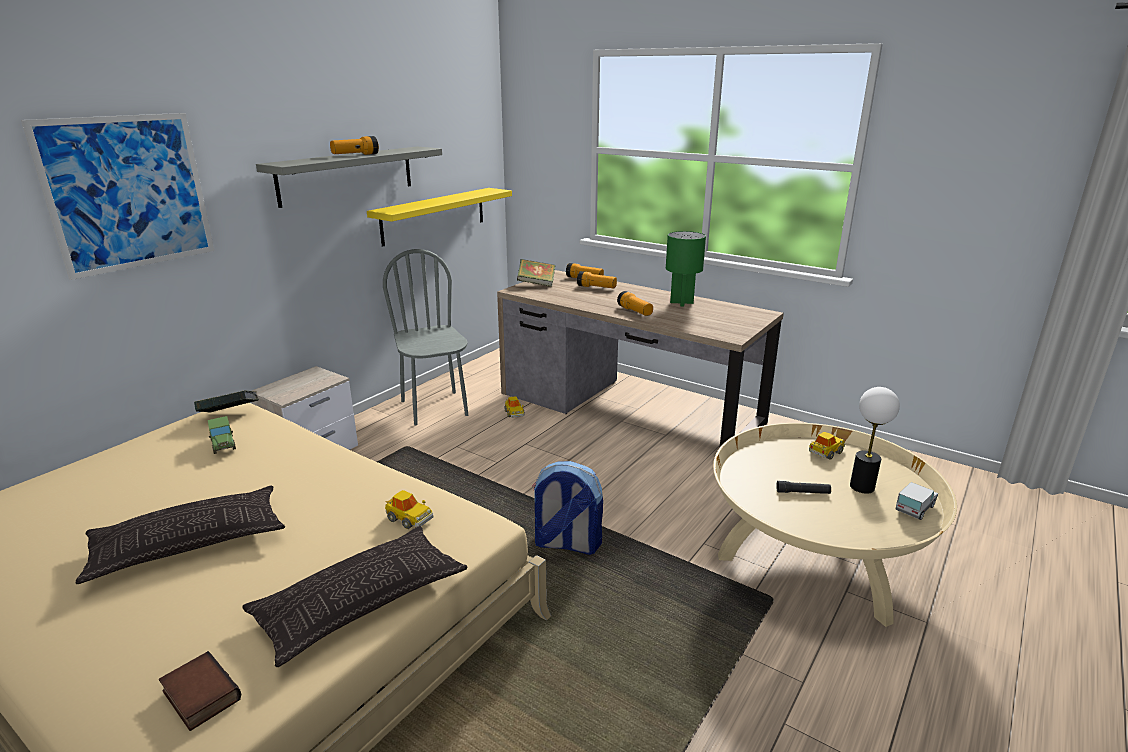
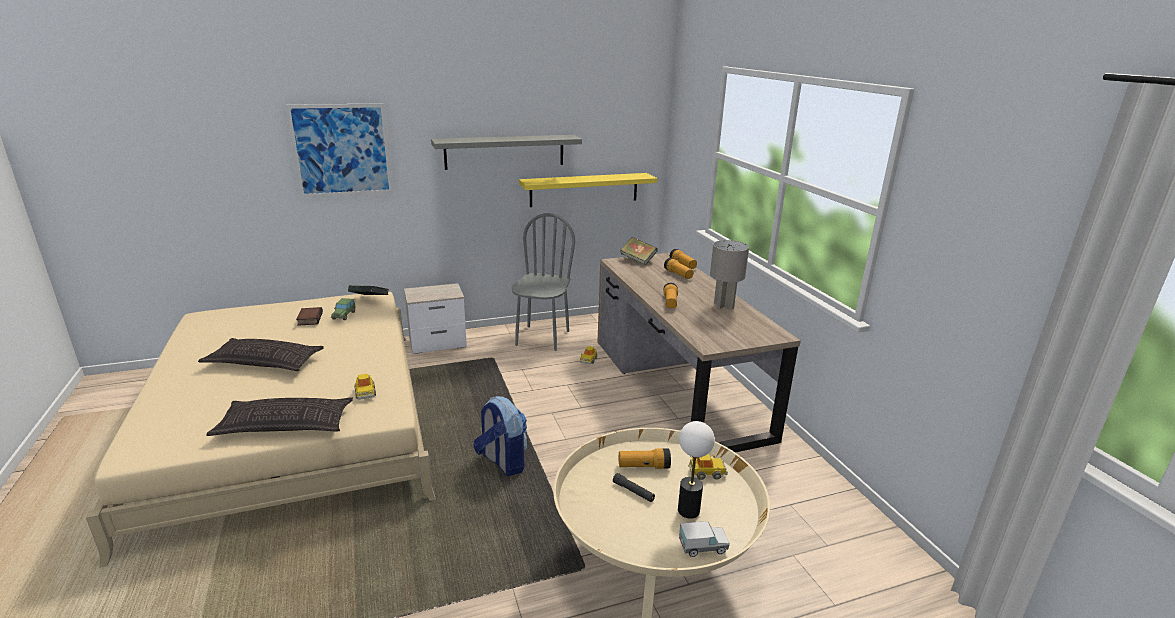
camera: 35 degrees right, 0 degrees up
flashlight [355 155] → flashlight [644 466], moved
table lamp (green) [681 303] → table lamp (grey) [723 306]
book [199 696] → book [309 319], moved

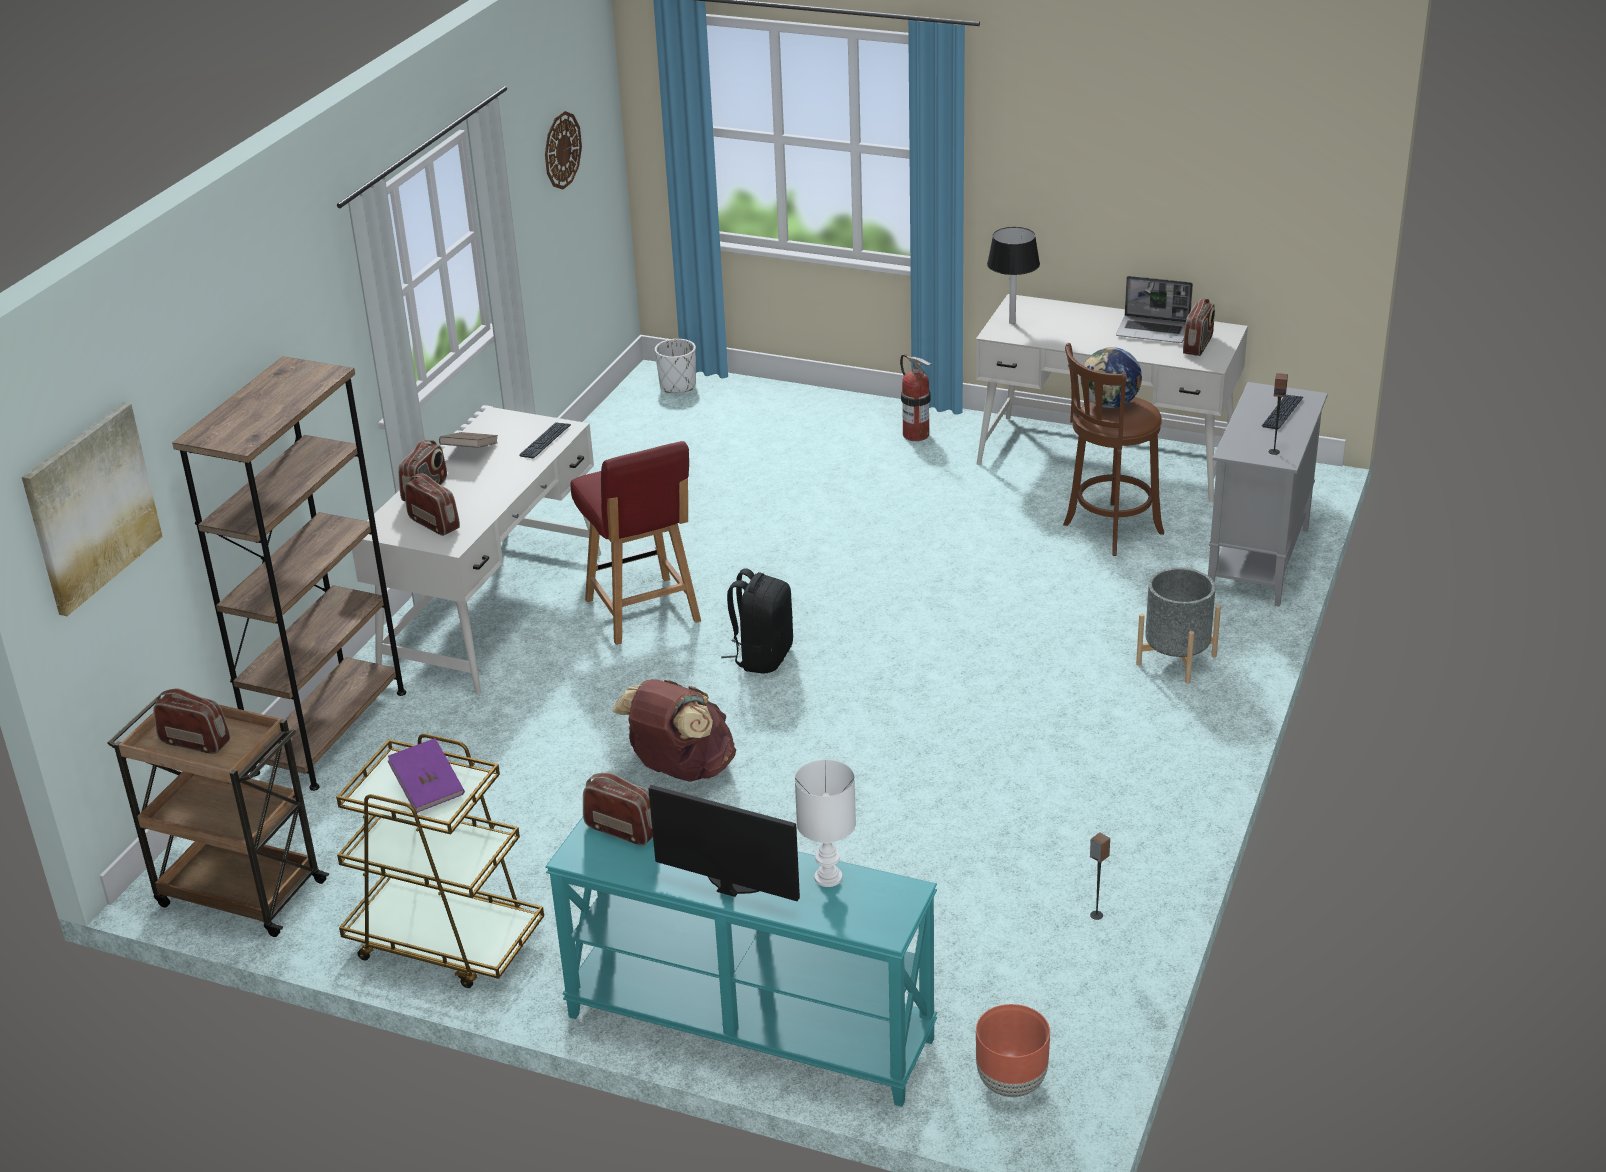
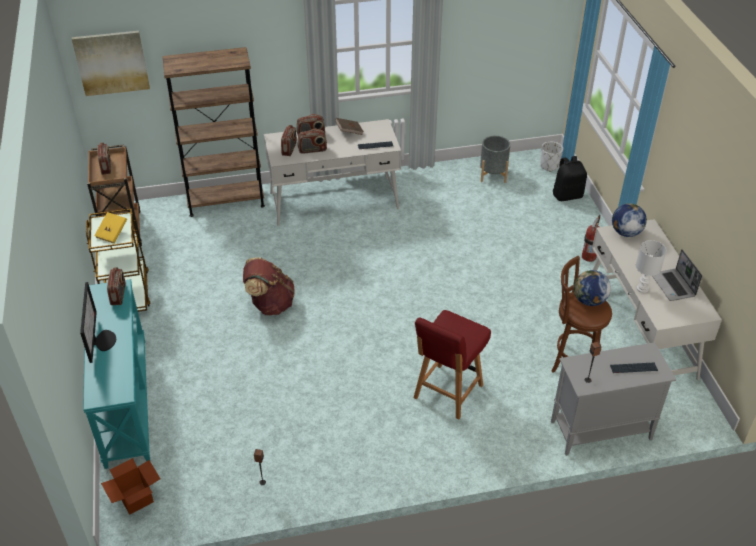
camera: 55 degrees right, 10 degrees up
wall clock [562 150] → -
table lamp (black) [1012 322] → globe [625 232]
radio [1198 345] → radio [312 150], moved
chair (red) [643 612] → chair (red) [447 392], moved
backpack (black) [762 657] → backpack (black) [567 195], moved
planter (grey) [1176 660] → planter (grey) [493 174], moved
book (purple) [428 789] → book (yellow) [112 233]
table lamp (white) [827 878] → table lamp (white) [642 288], moved
planter (brown) [1011 1083] → cardboard box [136 498]

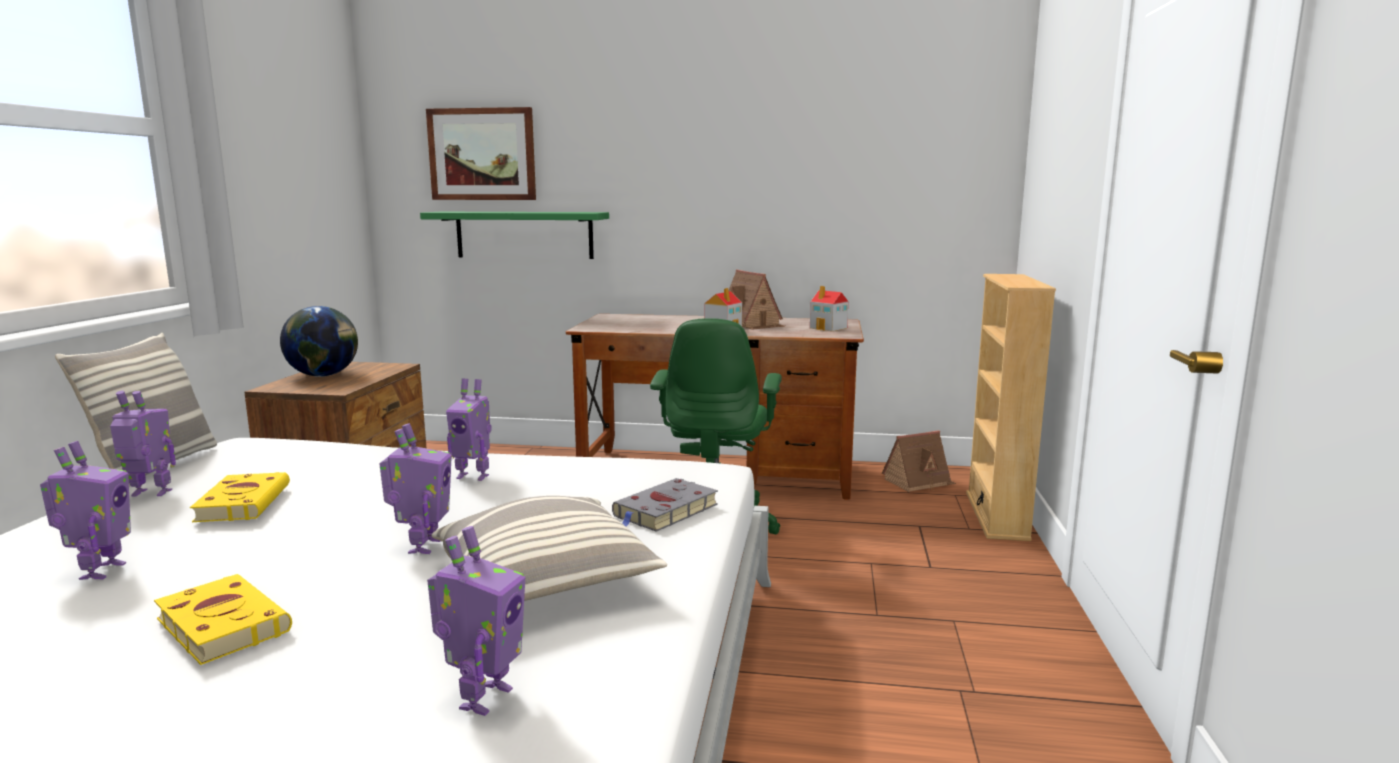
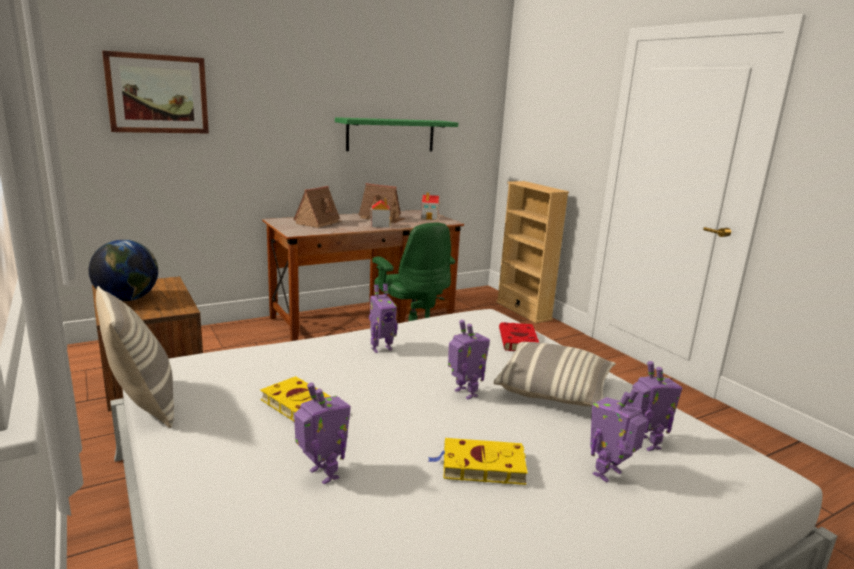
camera: 40 degrees left, 5 degrees up
shelf (green) [524 235] → shelf (green) [391 135], moved
toy robot [150 493] → toy robot [608 474], moved
toy house [918 482] → toy house [318 223], moved
book (grey) [664 512] → book (red) [518 342]

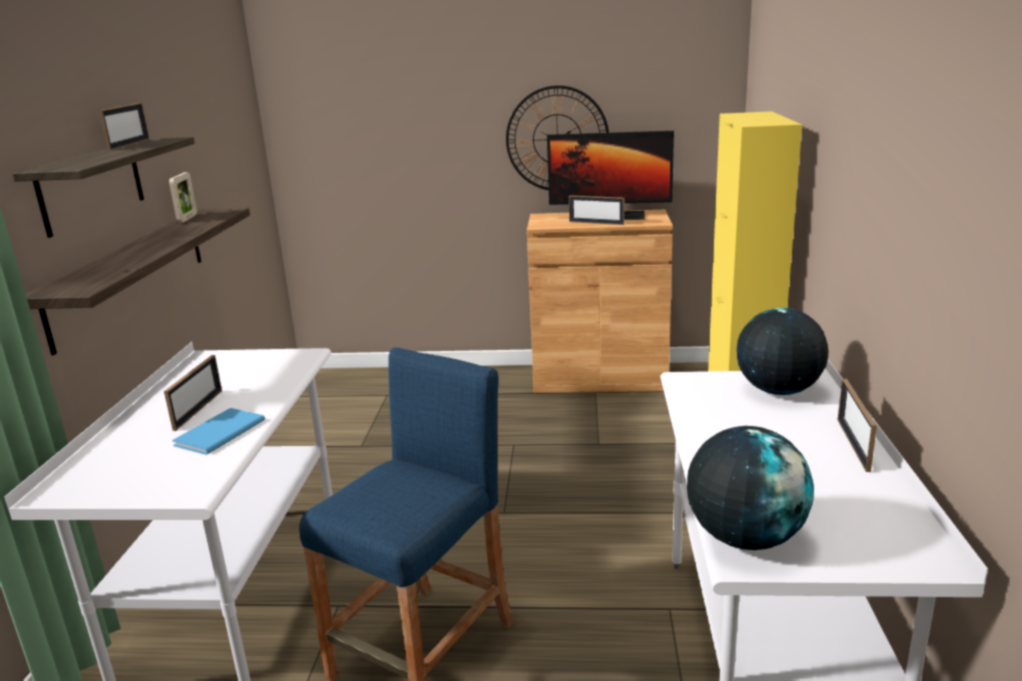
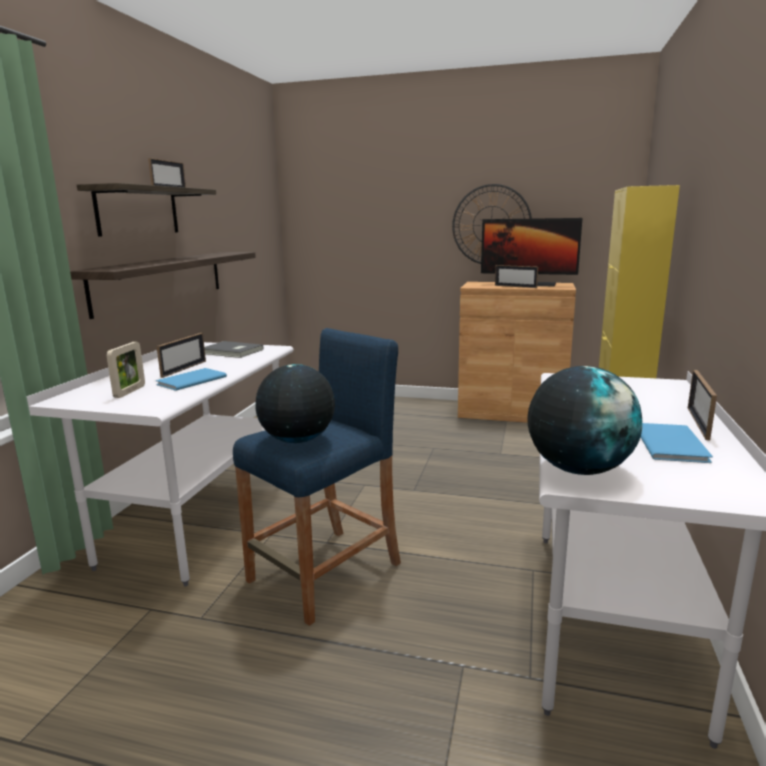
camera: 10 degrees right, 5 degrees down
picture frame [187 218] → picture frame [130 391], moved
globe [778 391] → globe [297 440], moved
- → book (grey) [231 352]
- → book (blue) [672 443]

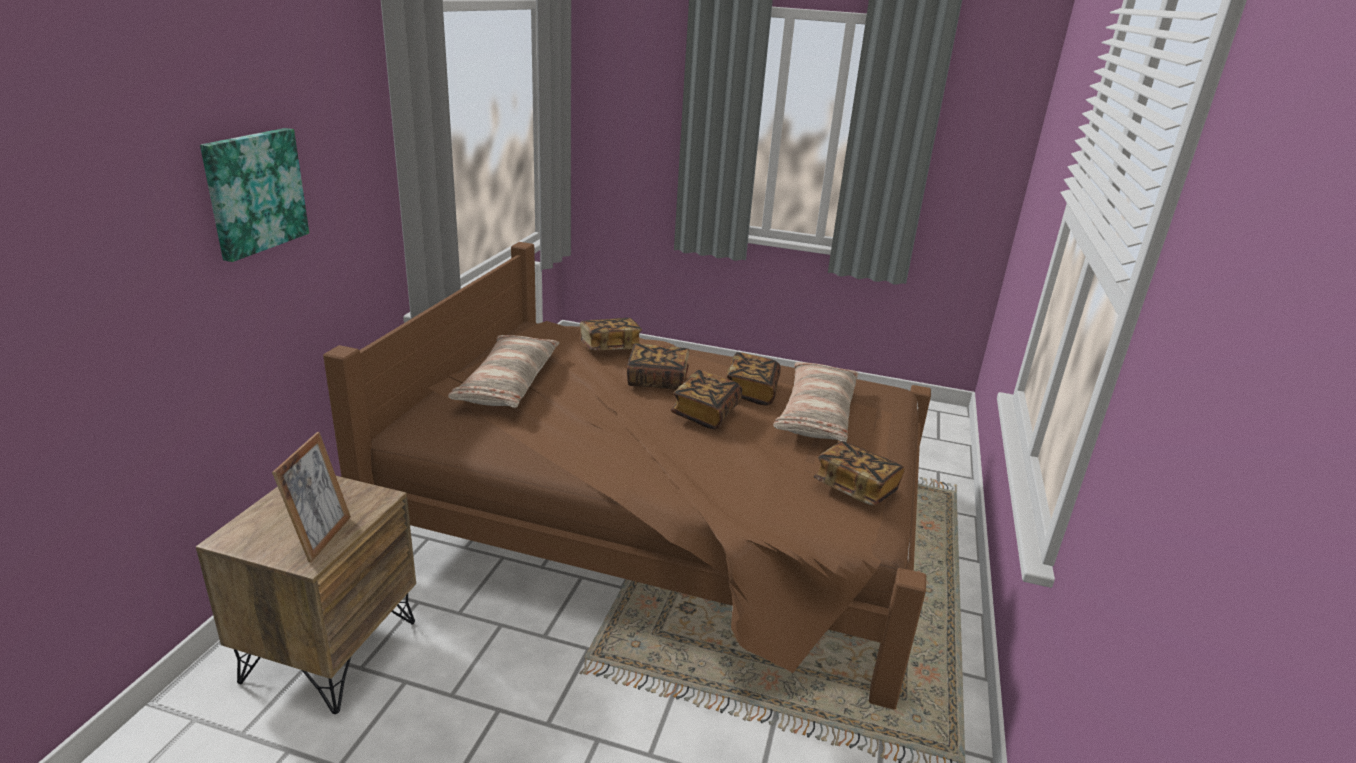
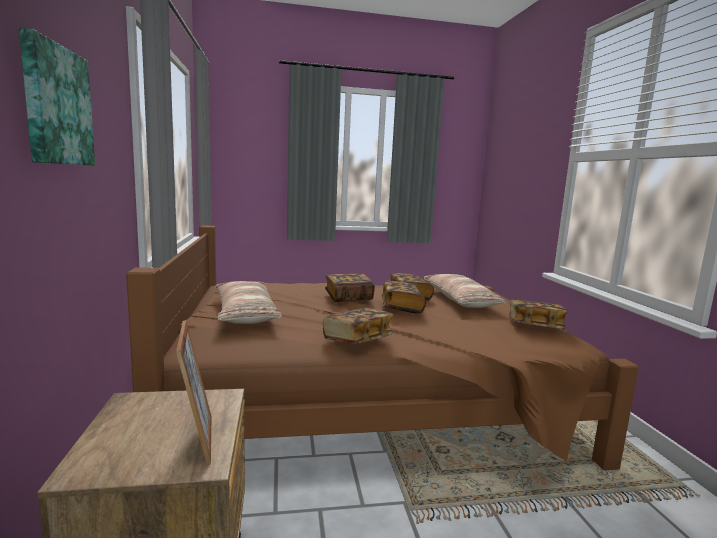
camera: 25 degrees left, 15 degrees down
book [610 347] → book [357 339], moved

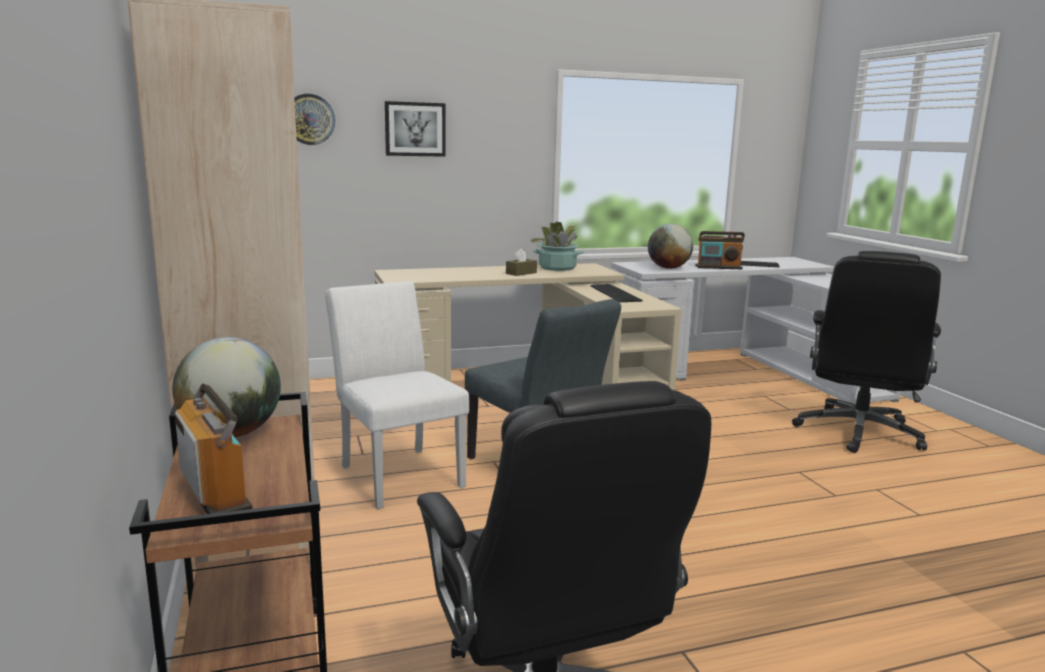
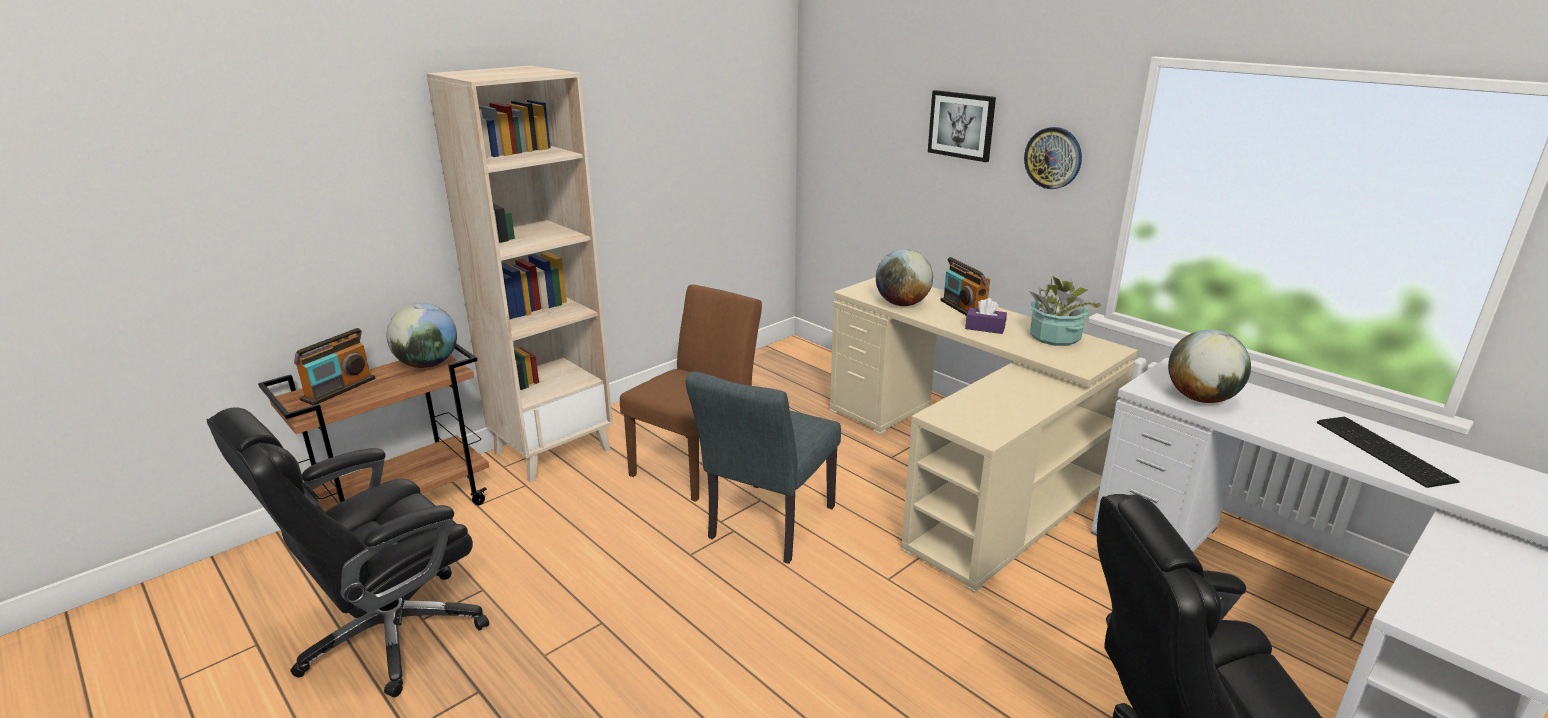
camera: 65 degrees right, 10 degrees up
wall clock [309 119] → wall clock [1053 158], moved
radio [718 267] → radio [963 309], moved
tissue box (brown) [521 273] → tissue box (purple) [985 328]
chair (white) [397 472] → chair (brown) [698 462]
keyboard [616 293] → -
- → globe [902 304]

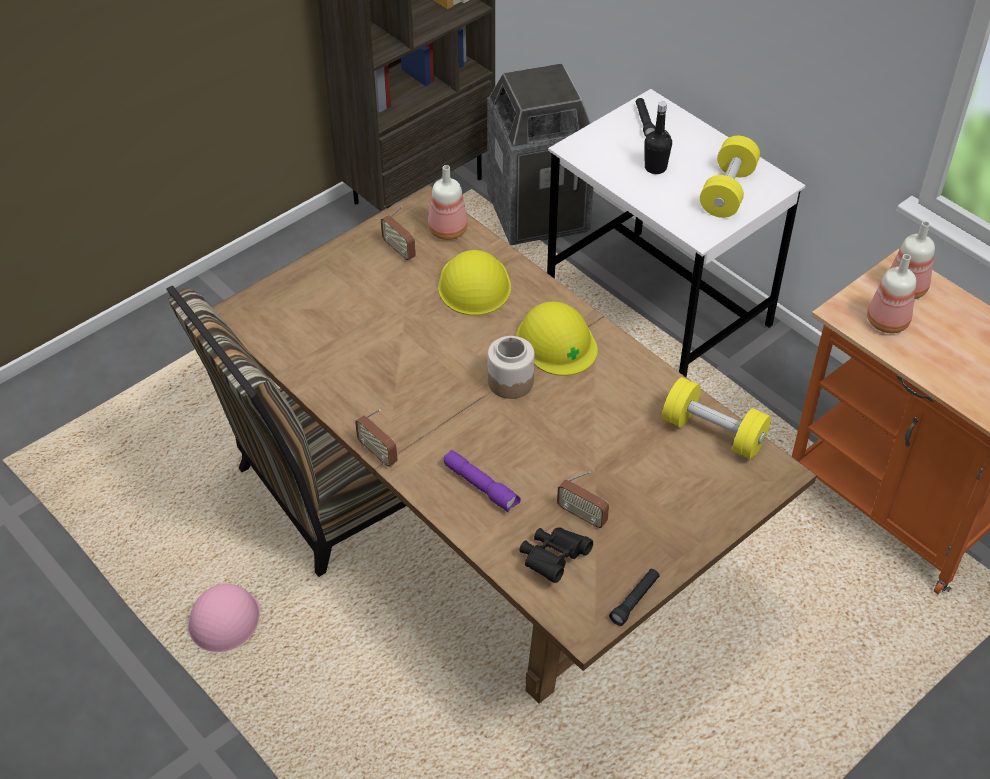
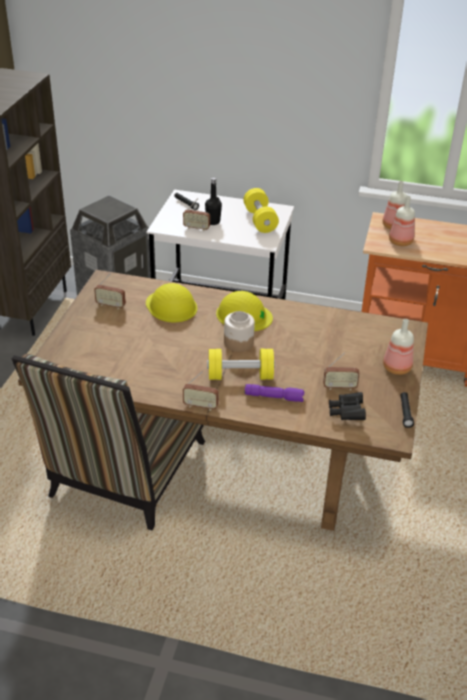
camera: 35 degrees left, 10 degrees down
bottle [446 230] → bottle [396 368], moved
dumbbell (yellow) [713 433] → dumbbell (yellow) [240 376], moved
hard hat (pink) [226 618] → -
- → radio [196 228]

